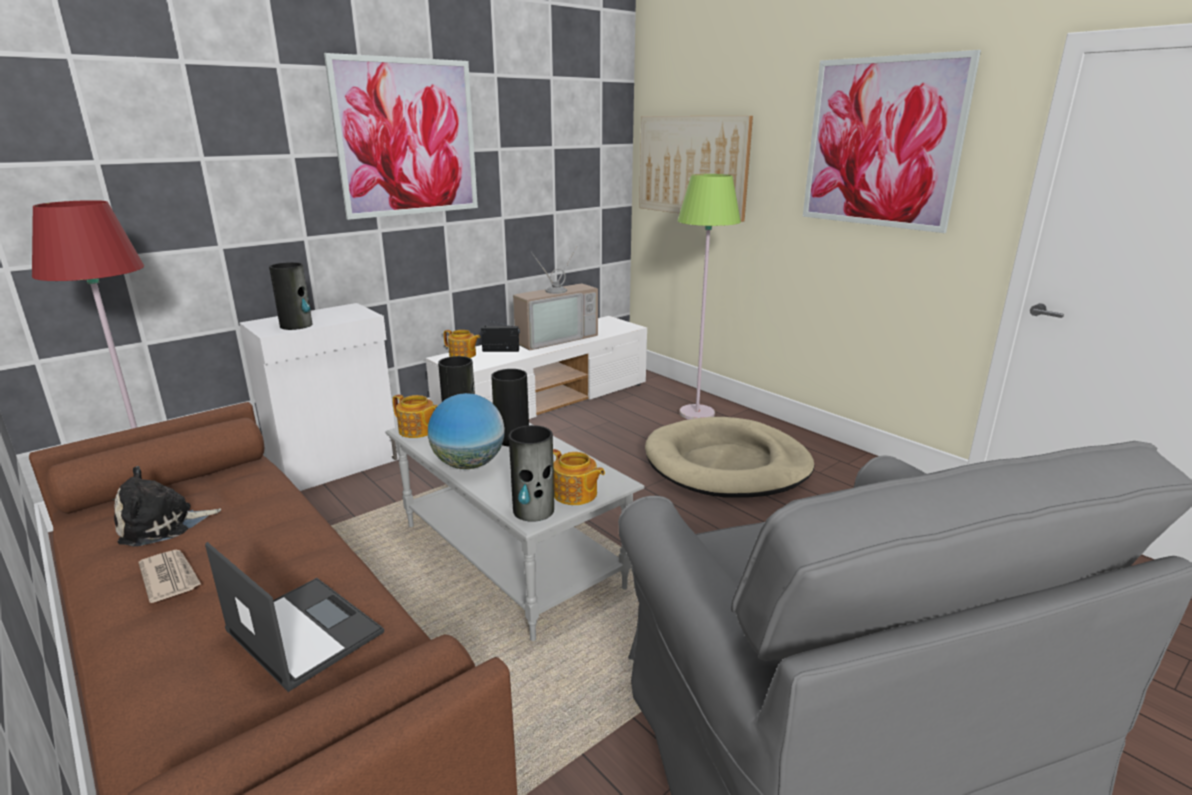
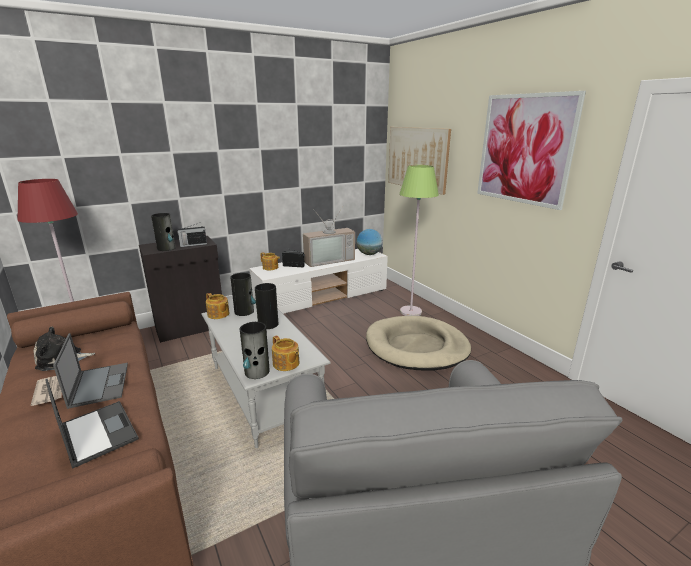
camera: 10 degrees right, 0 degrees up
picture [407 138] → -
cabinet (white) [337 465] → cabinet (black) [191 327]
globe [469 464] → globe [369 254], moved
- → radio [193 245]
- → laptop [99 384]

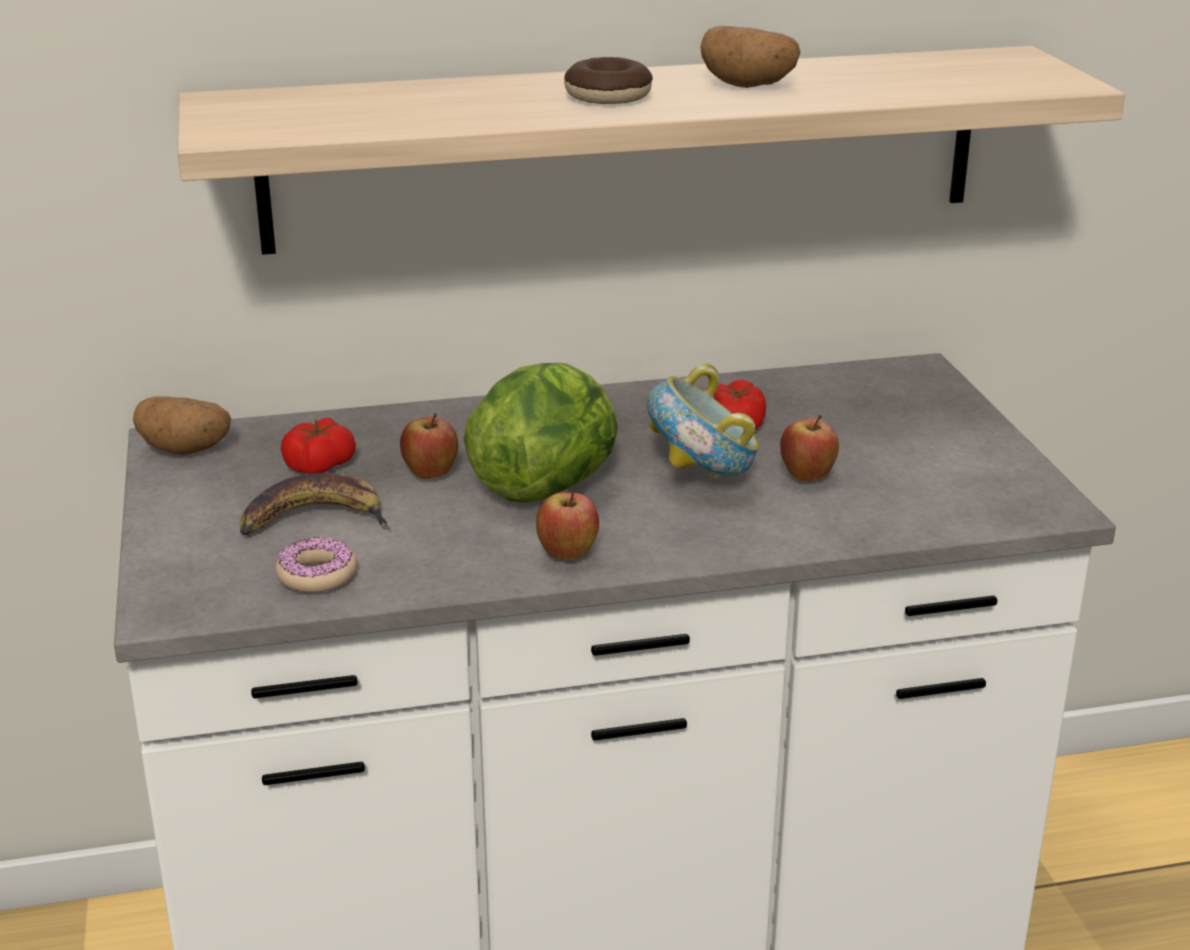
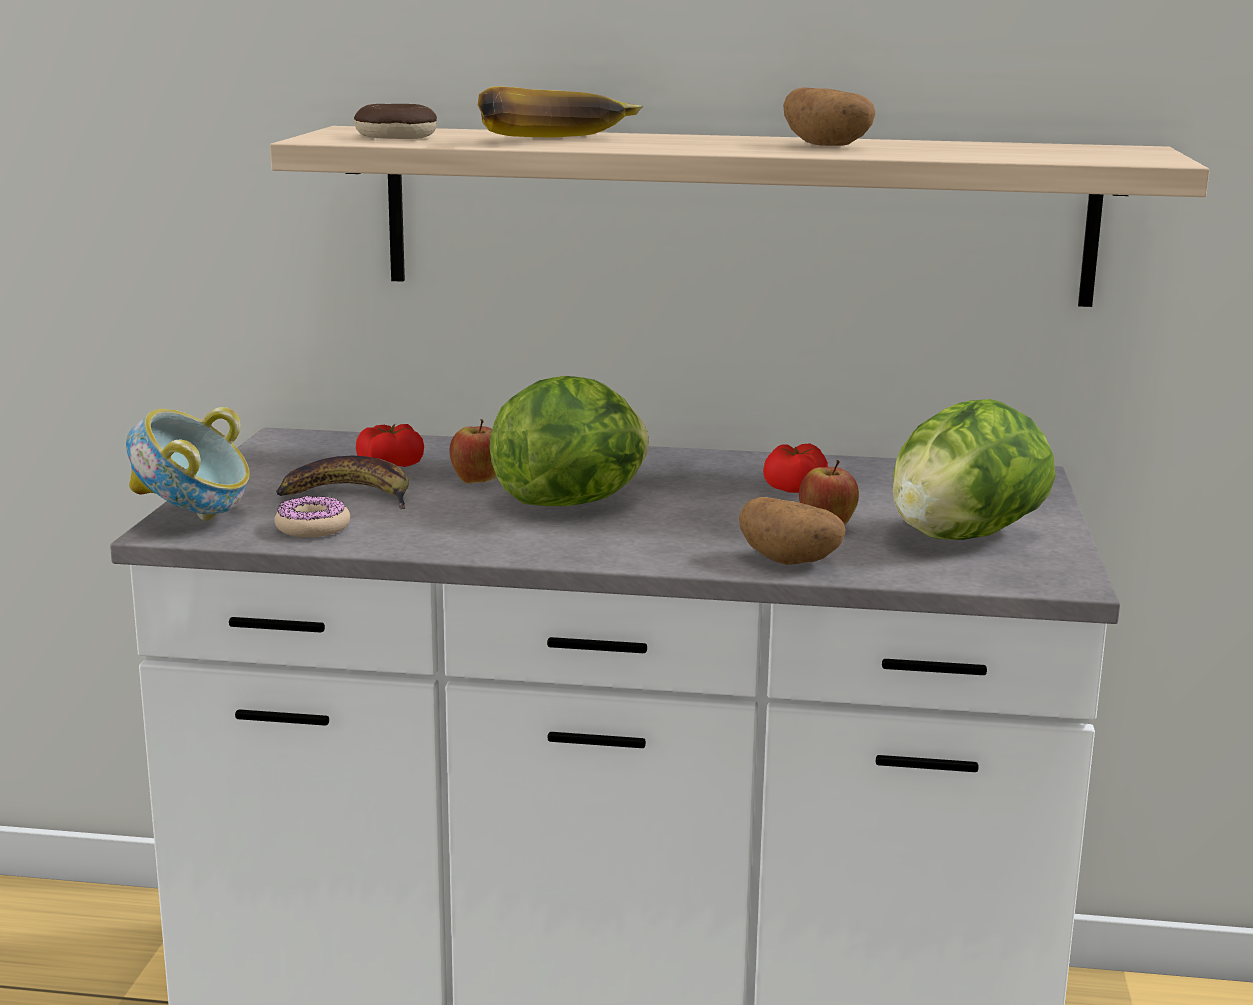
camera: 20 degrees right, 10 degrees down
donut [608 96] → donut [396 136], moved
bowl [702 479] → bowl [193 520], moved
potato [186 450] → potato [790 561], moved
apple [567 556] → -
- → banana [559 141]
- → lettuce [962 537]

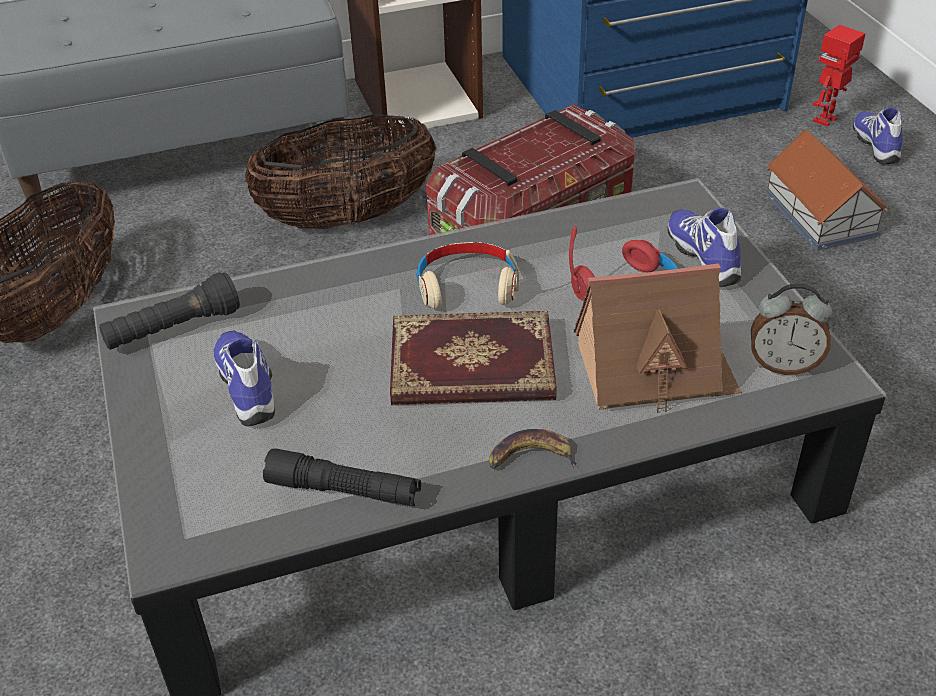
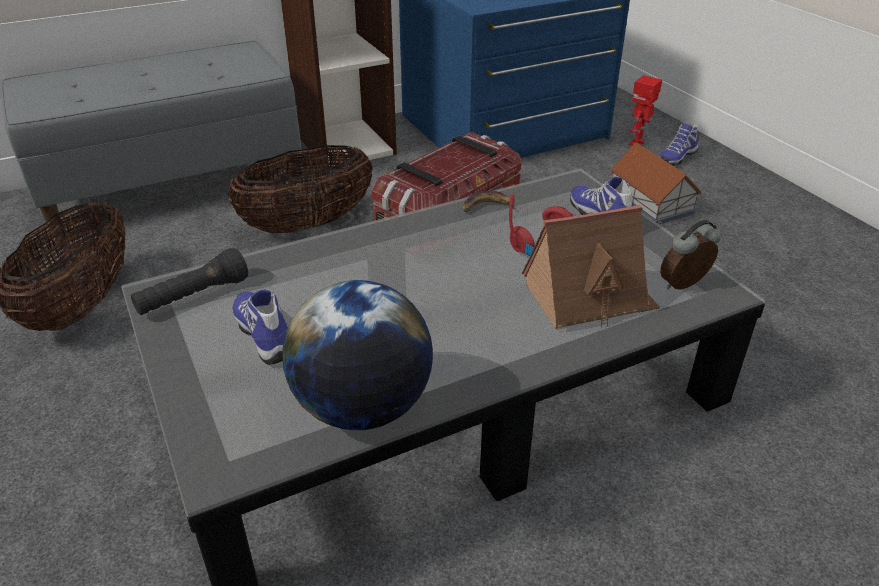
camera: 10 degrees left, 5 degrees down
shoe [877 145] → shoe [676 157], 120 degrees counterclockwise
headphones (beige) [468 286] → -
alarm clock [783 365] → alarm clock [684 286], 150 degrees clockwise
book [472 367] → -
banana [530 457] → banana [486 207], moved
flashlight (black) [344 490] → globe [362 408]

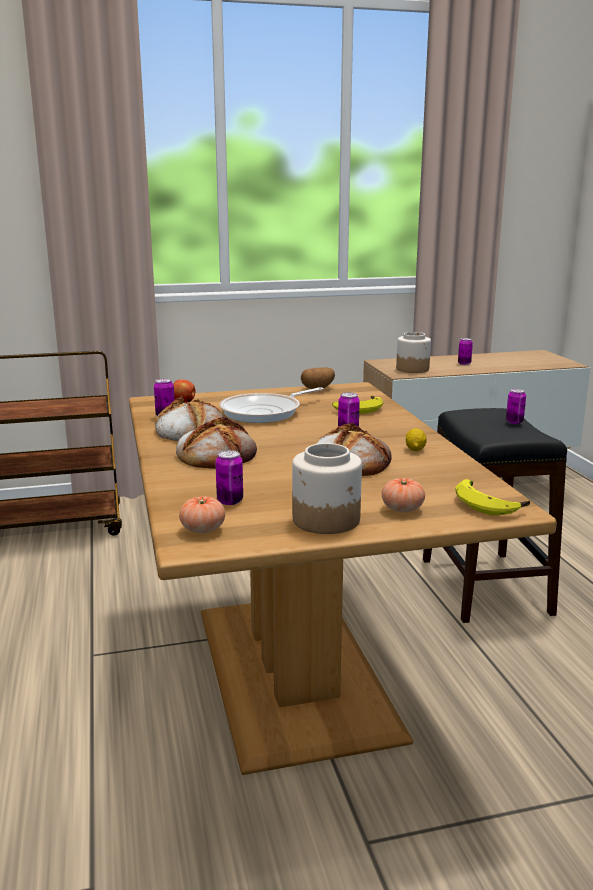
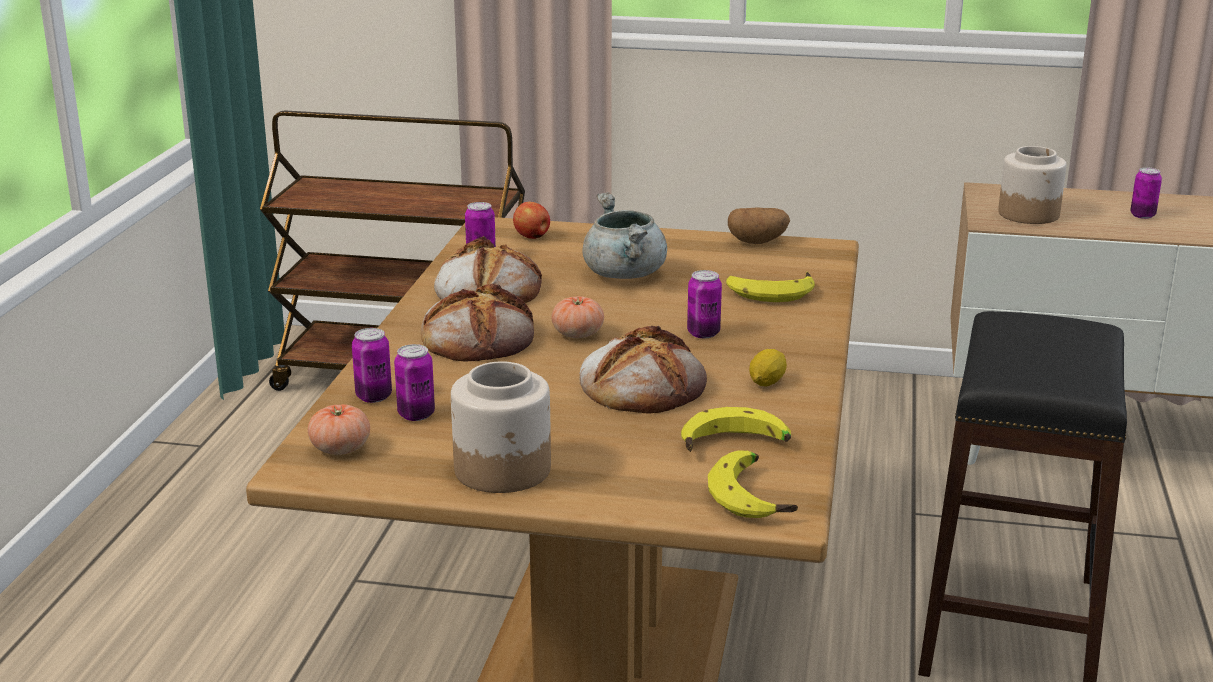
camera: 25 degrees right, 5 degrees up
frying pan [265 412] → cooking pot (grey) [625 275]
can [514 422] → can [374 396], moved
tomato [402 509] → tomato [577 334], moved
- → banana [735 447]

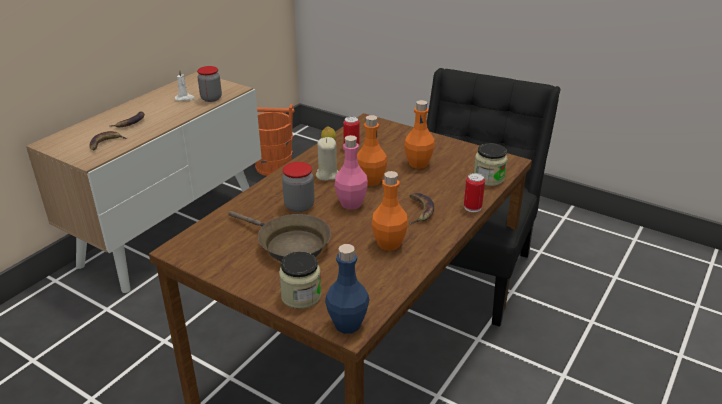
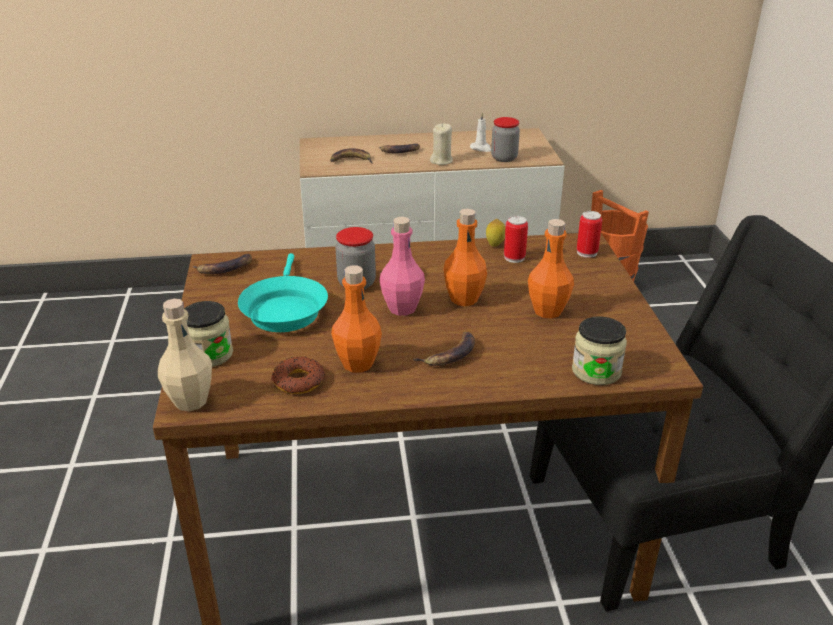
camera: 50 degrees right, 0 degrees up
candle (beige) [327 175] → candle (beige) [441 161], moved
can [472 207] → can [587 252], moved
frying pan (brown) [289 244] → frying pan (turquoise) [284 309]
bottle (blue) [347 324] → bottle (beige) [191 401]
- → banana [225 268]
- → donut [298 381]

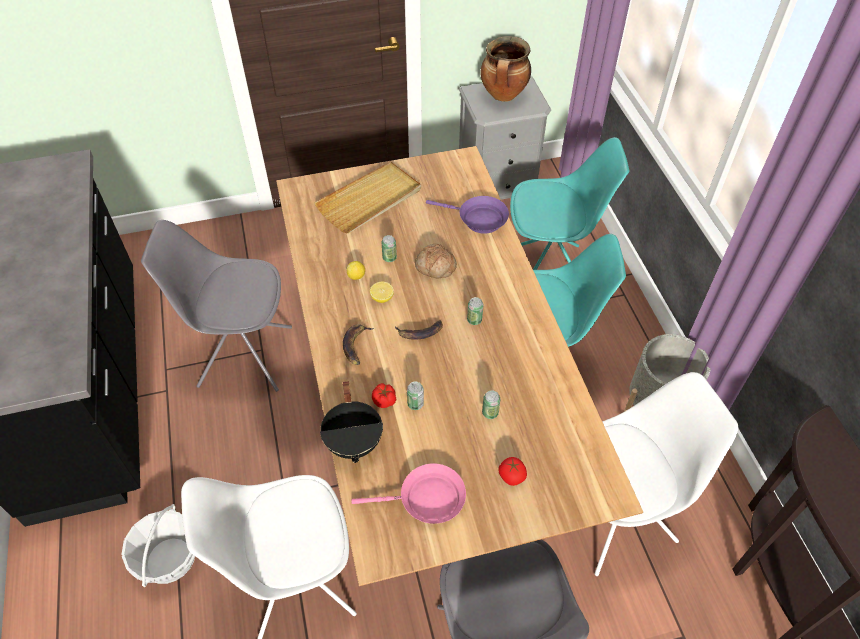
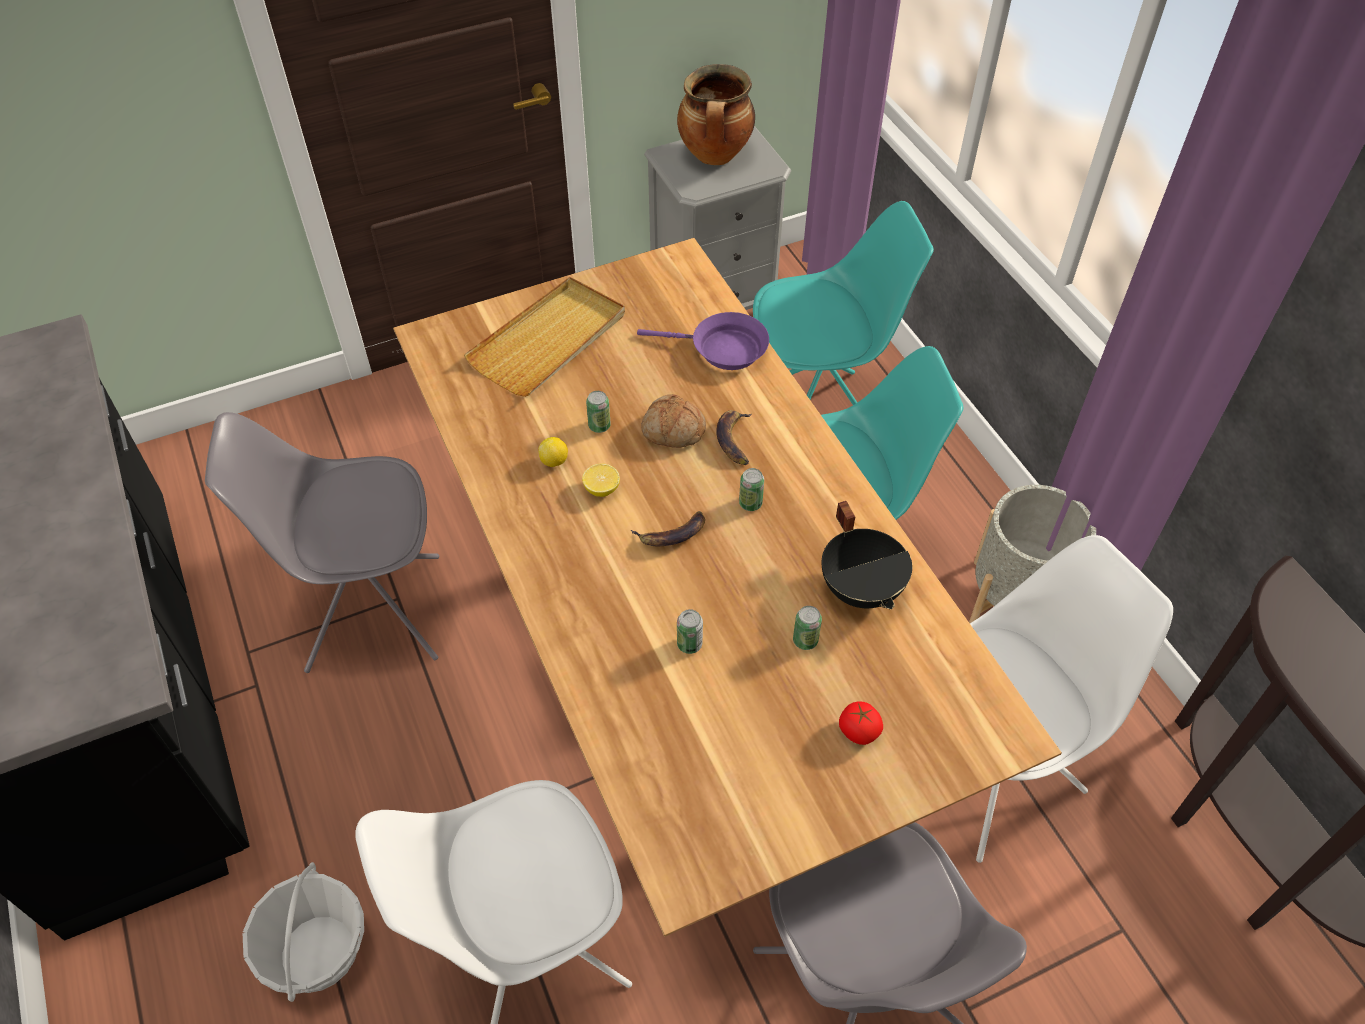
camera: 10 degrees left, 0 degrees up
banana [356 345] → banana [734 440], moved
cooking pot (black) [355 442] → cooking pot (black) [862 588], moved
tomato [385 401] → -
frying pan (pink) [426 499] → -

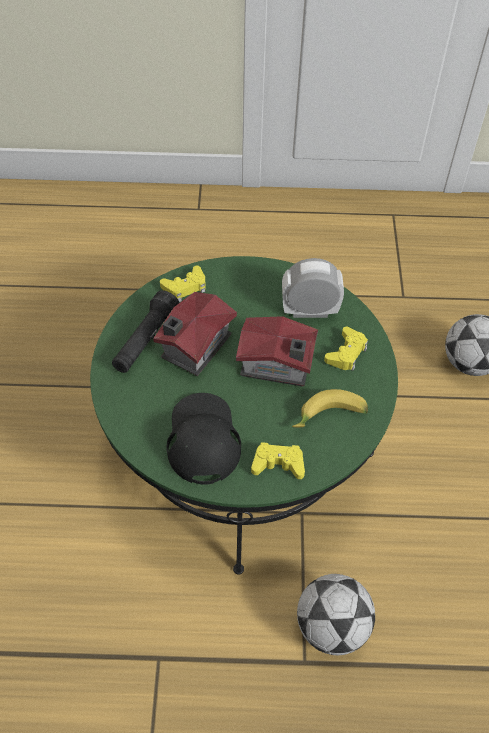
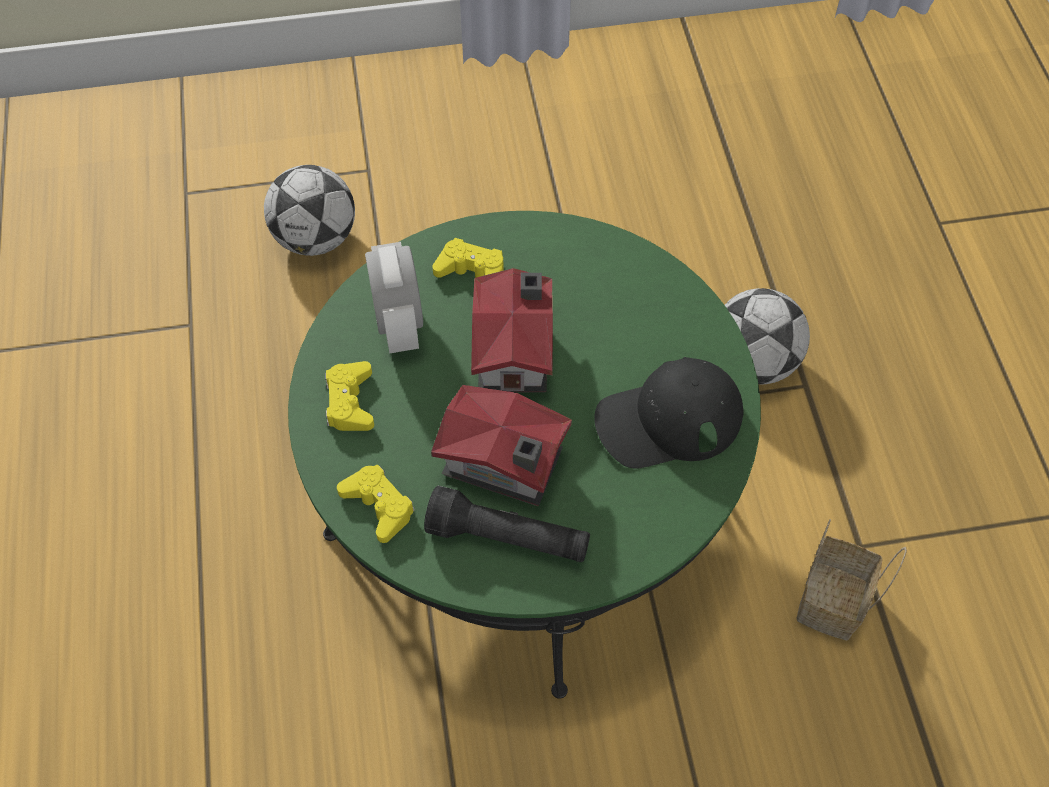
camera: 100 degrees left, 5 degrees up
banana [330 417] → -
game controller (yellow) [278 464] → game controller (yellow) [350 402], moved
- → basket [832 603]

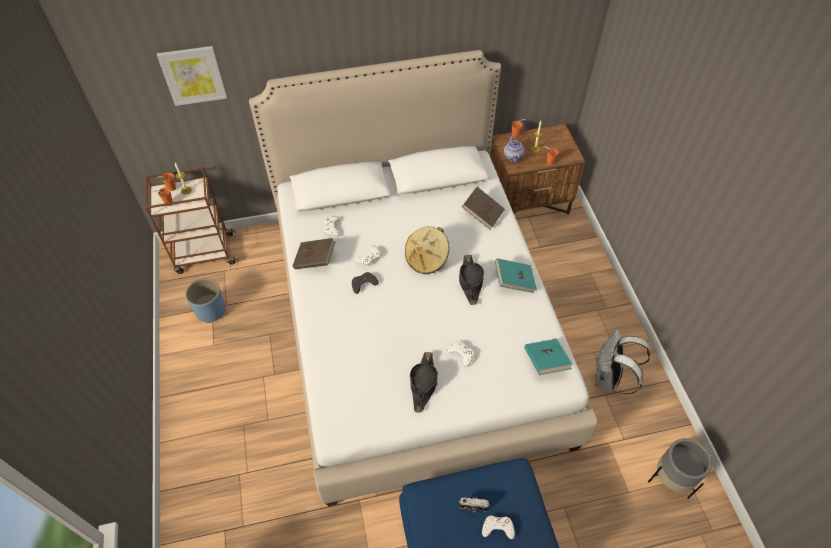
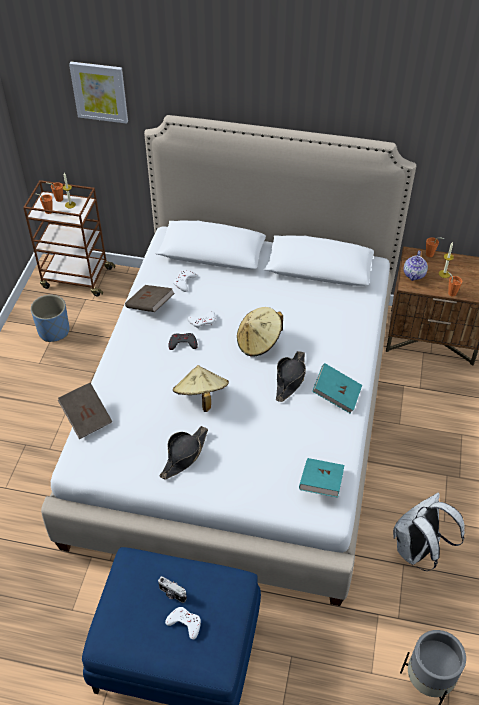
camera: 25 degrees right, 5 degrees down
book (brown) [482 214] → book (brown) [86 417], moved
game controller (white) [461 354] → -
- → hat (beige) [201 397]

